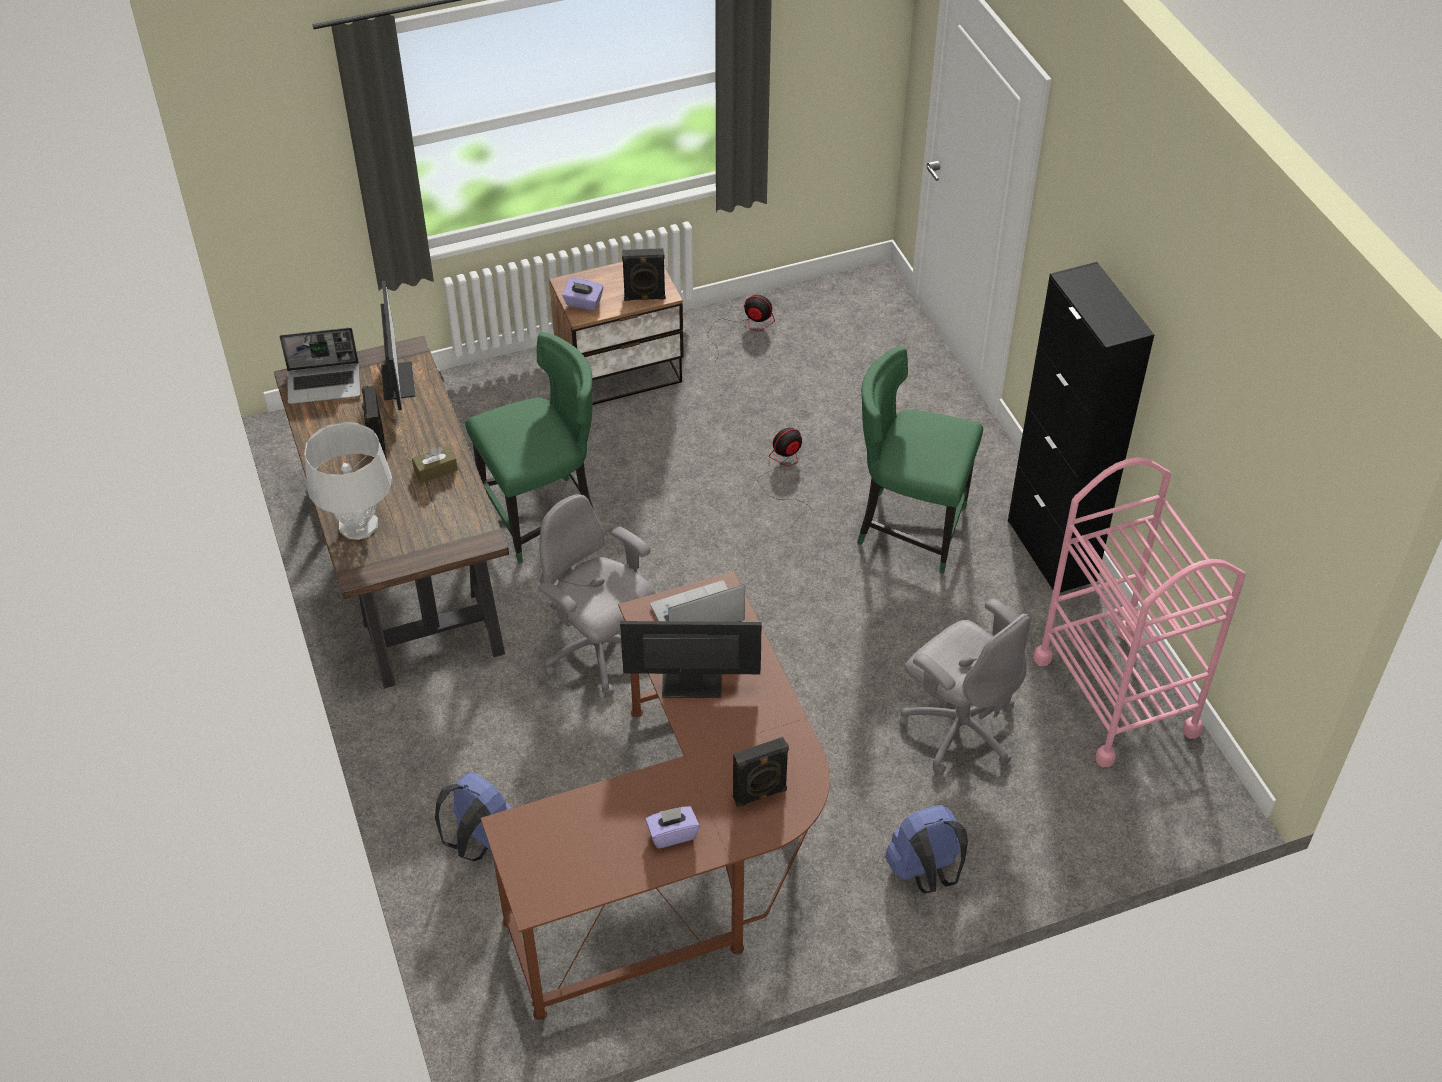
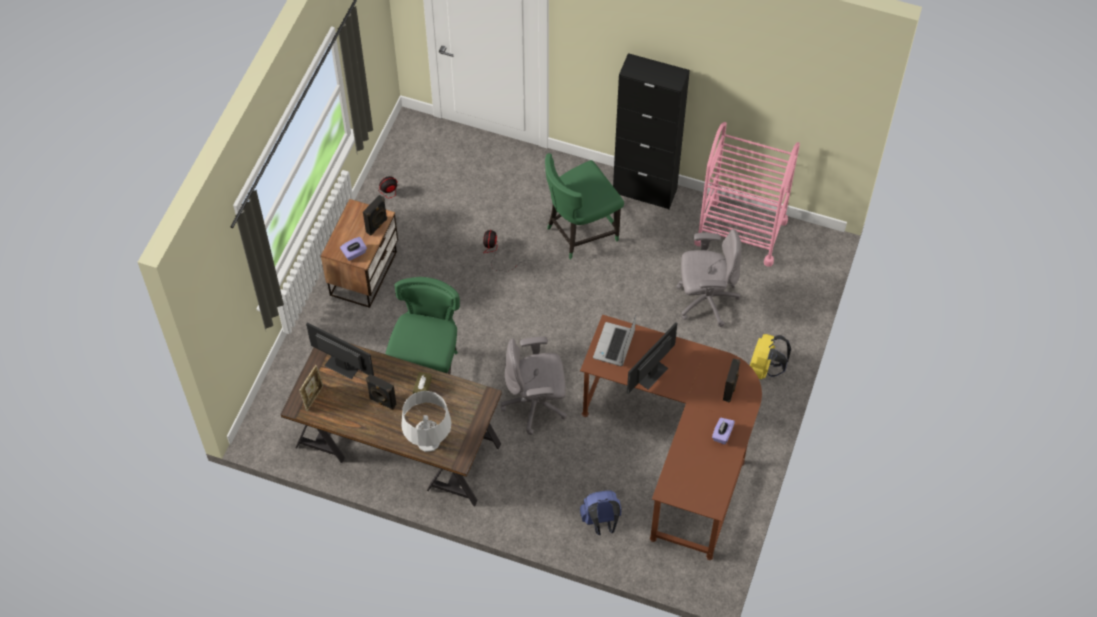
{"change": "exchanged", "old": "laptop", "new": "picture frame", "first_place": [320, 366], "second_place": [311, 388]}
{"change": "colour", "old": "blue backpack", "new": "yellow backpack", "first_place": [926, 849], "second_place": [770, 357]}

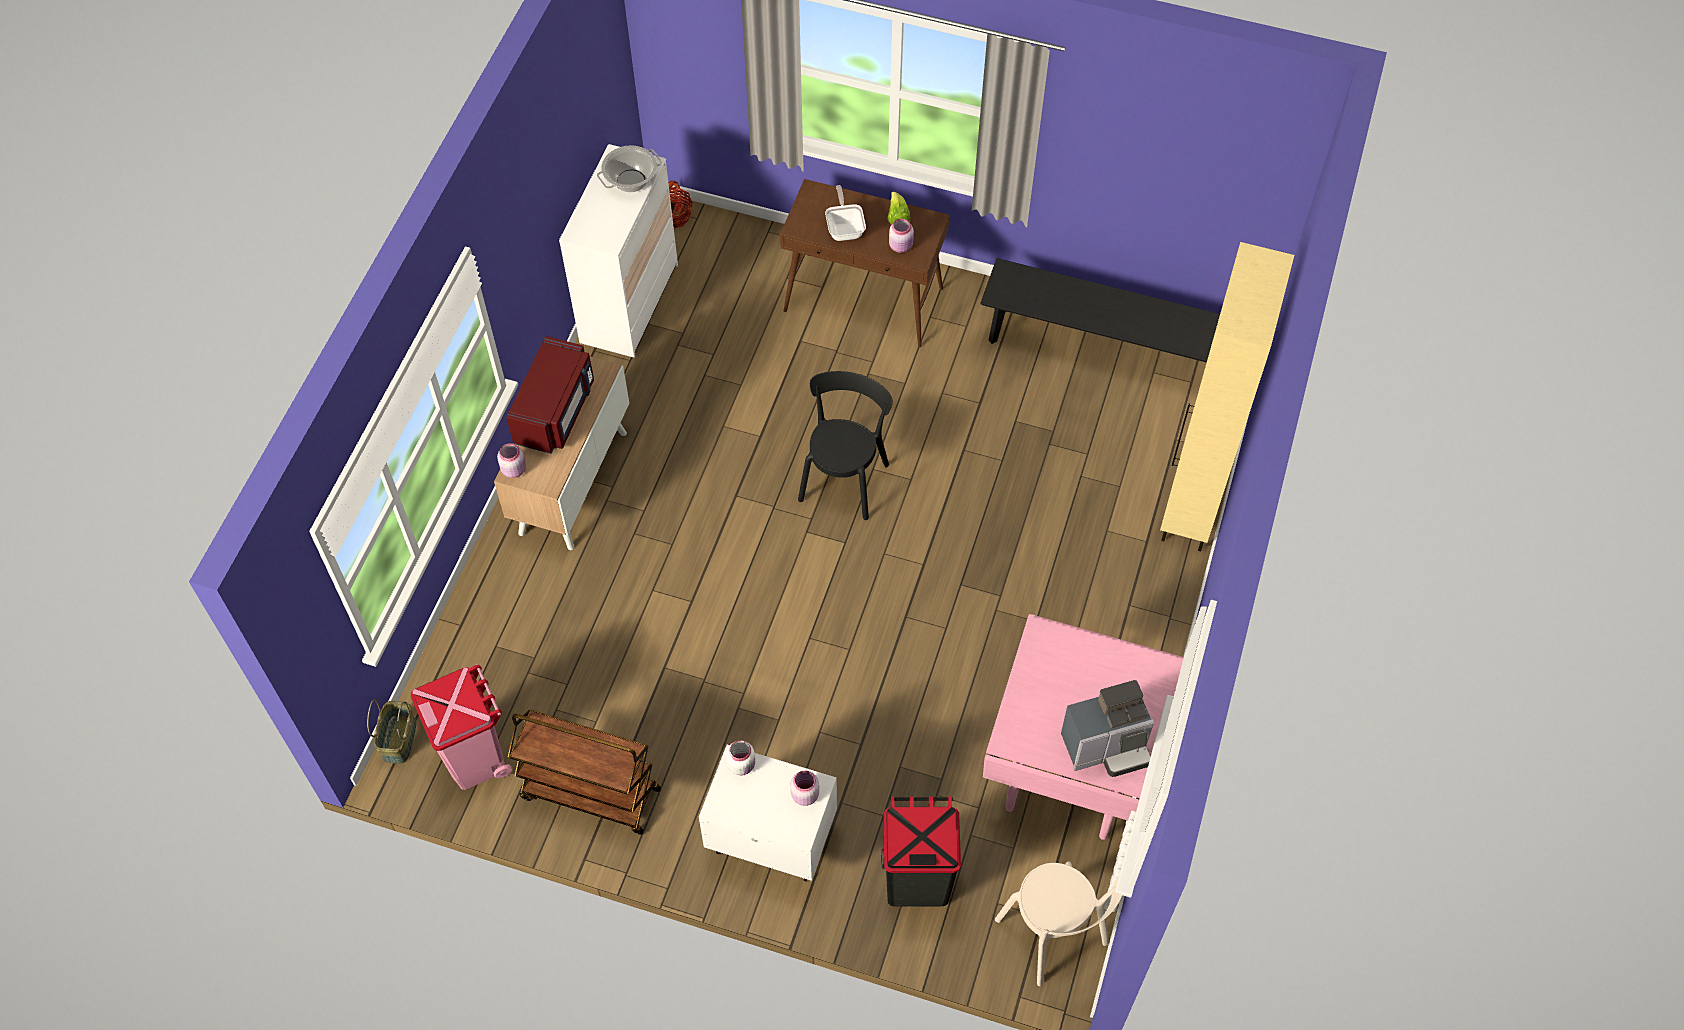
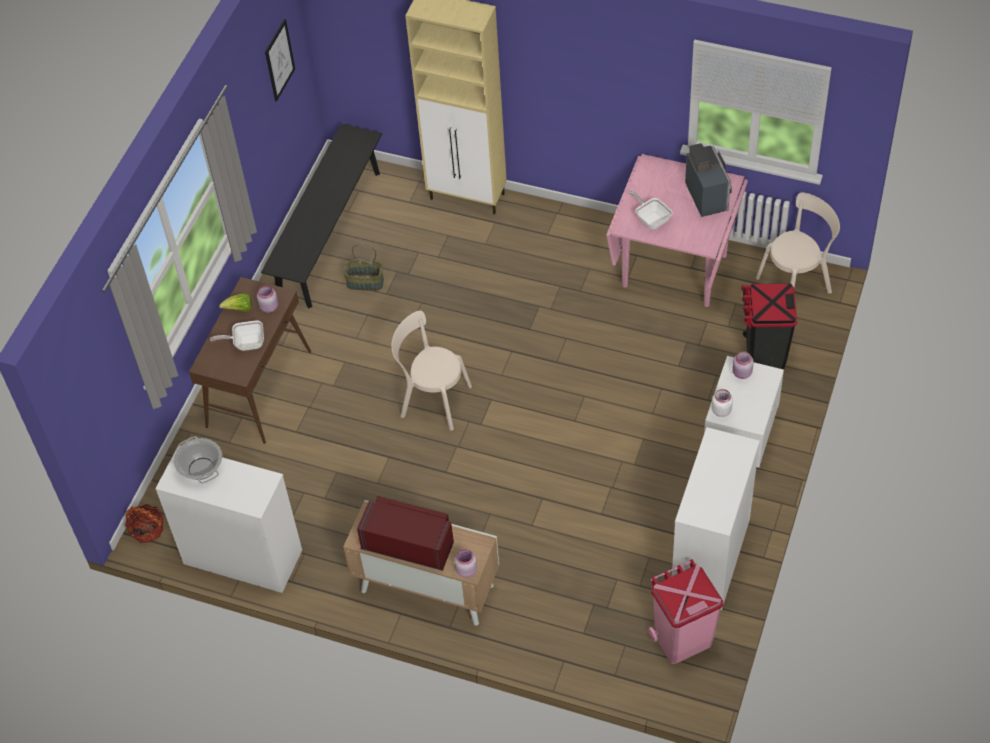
{"change": "relocated", "old": "basket", "first_place": [391, 731], "second_place": [364, 267]}
{"change": "exchanged", "old": "brown cart", "new": "white dresser", "first_place": [584, 772], "second_place": [716, 518]}
{"change": "colour", "old": "black chair", "new": "beige chair", "first_place": [845, 445], "second_place": [431, 371]}
{"change": "appeared", "new": "picture", "second_place": [280, 60]}
{"change": "appeared", "new": "frying pan", "second_place": [651, 210]}

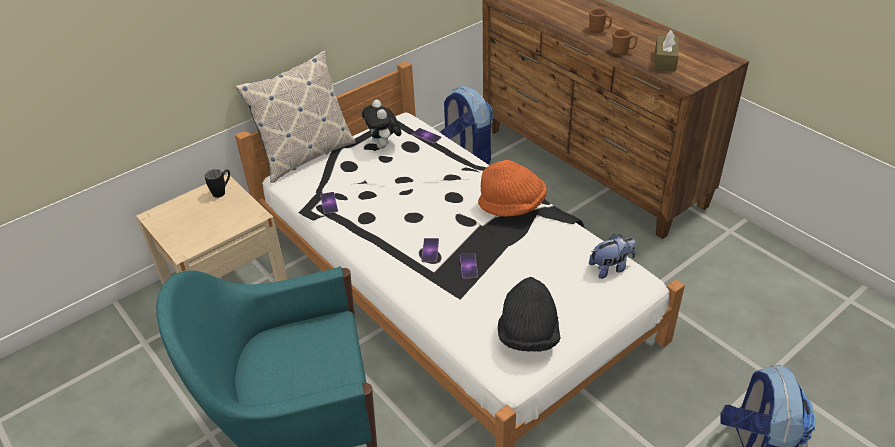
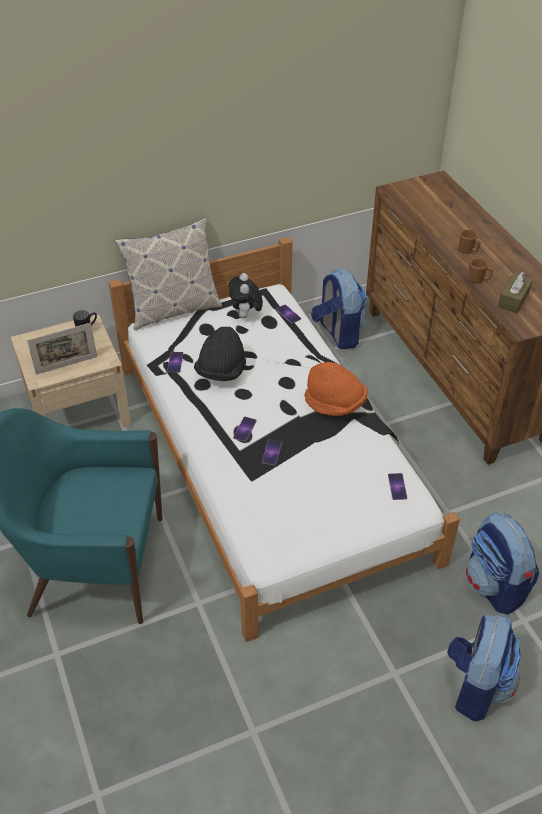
{"change": "relocated", "old": "black hat", "first_place": [529, 314], "second_place": [220, 354]}
{"change": "exchanged", "old": "plush toy", "new": "phone", "first_place": [612, 256], "second_place": [397, 486]}
{"change": "appeared", "new": "picture frame", "second_place": [62, 349]}
{"change": "appeared", "new": "backpack", "second_place": [502, 564]}

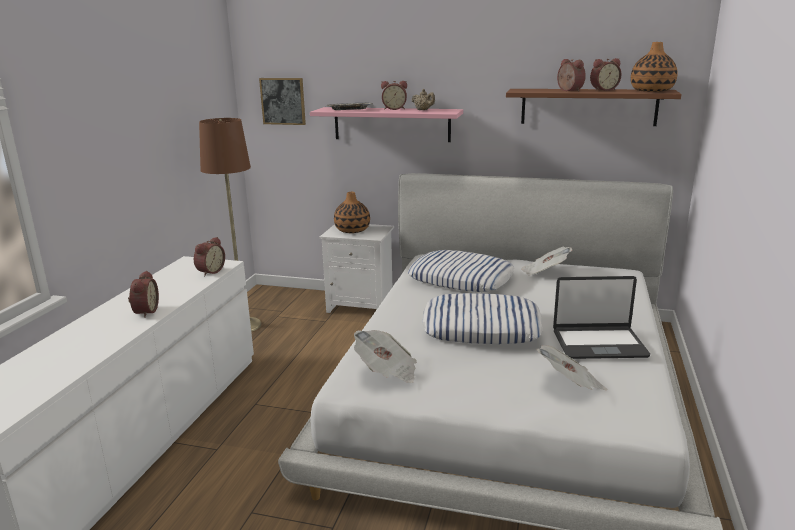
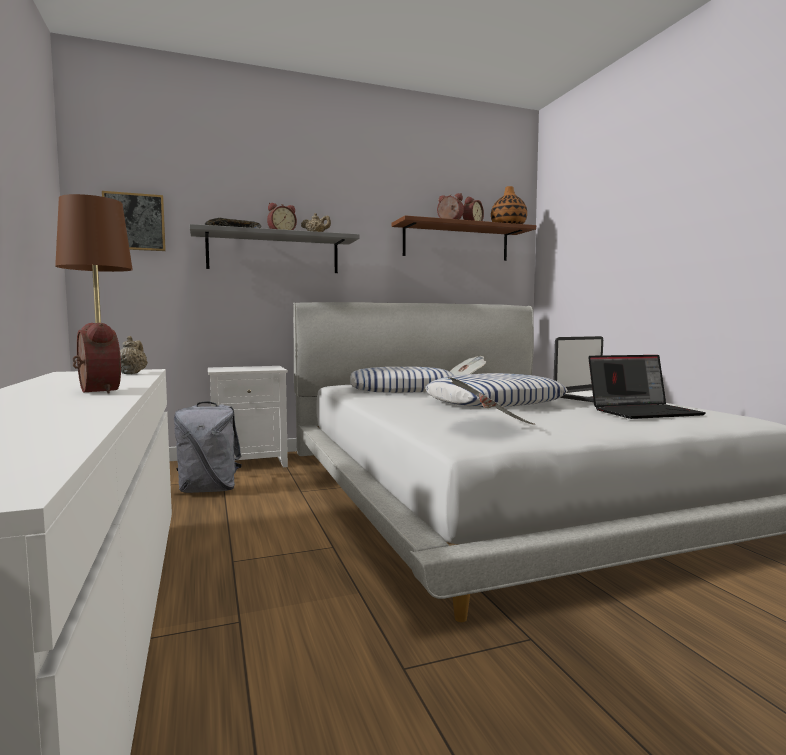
{"change": "exchanged", "old": "alarm clock", "new": "beige teapot", "first_place": [209, 256], "second_place": [134, 355]}
{"change": "colour", "old": "pink shelf", "new": "grey shelf", "first_place": [386, 124], "second_place": [274, 248]}
{"change": "missing", "old": "vase", "first_place": [352, 212]}
{"change": "exchanged", "old": "newspaper", "new": "laptop", "first_place": [571, 367], "second_place": [647, 387]}
{"change": "appeared", "new": "grey backpack", "second_place": [208, 447]}

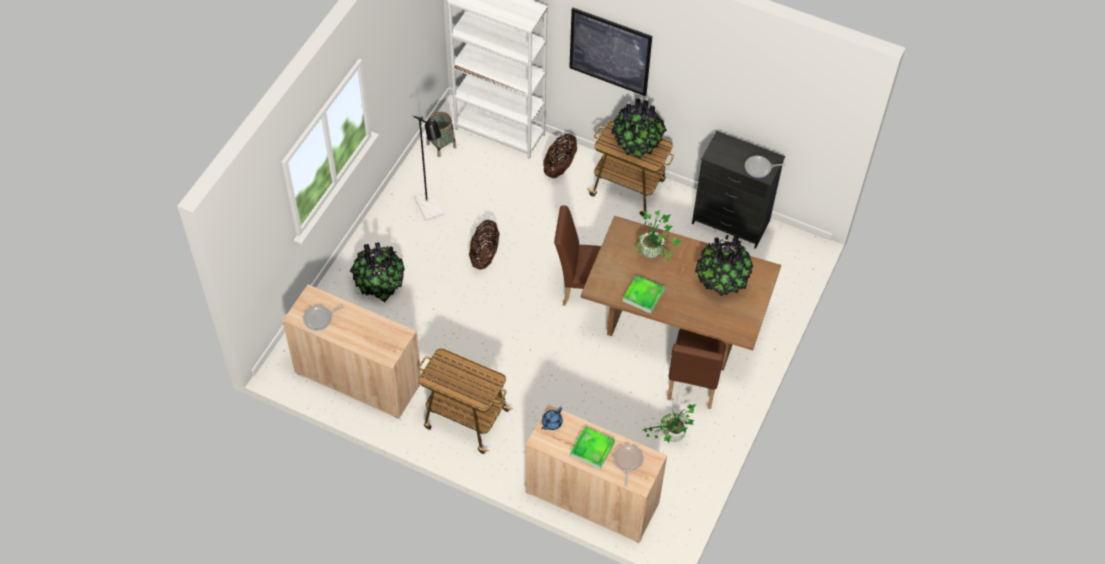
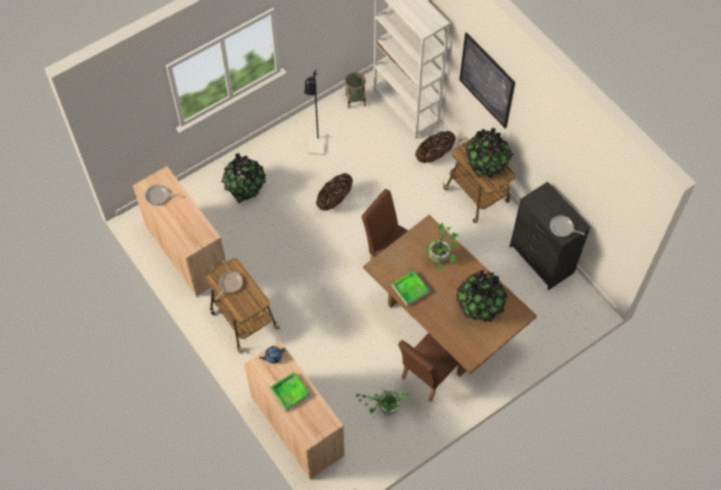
{"change": "relocated", "old": "frying pan", "first_place": [628, 465], "second_place": [229, 285]}

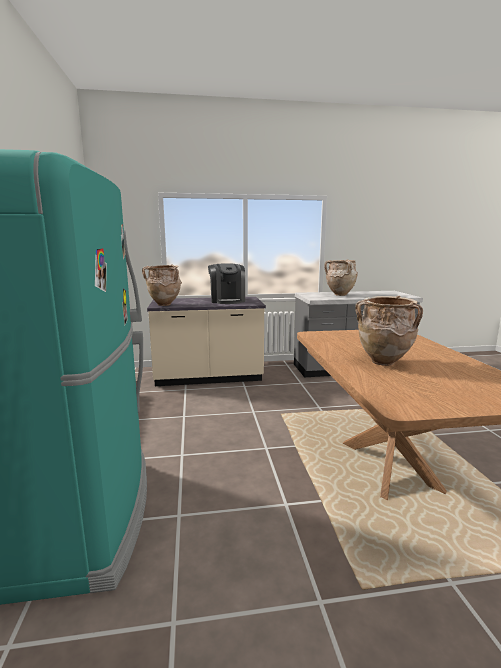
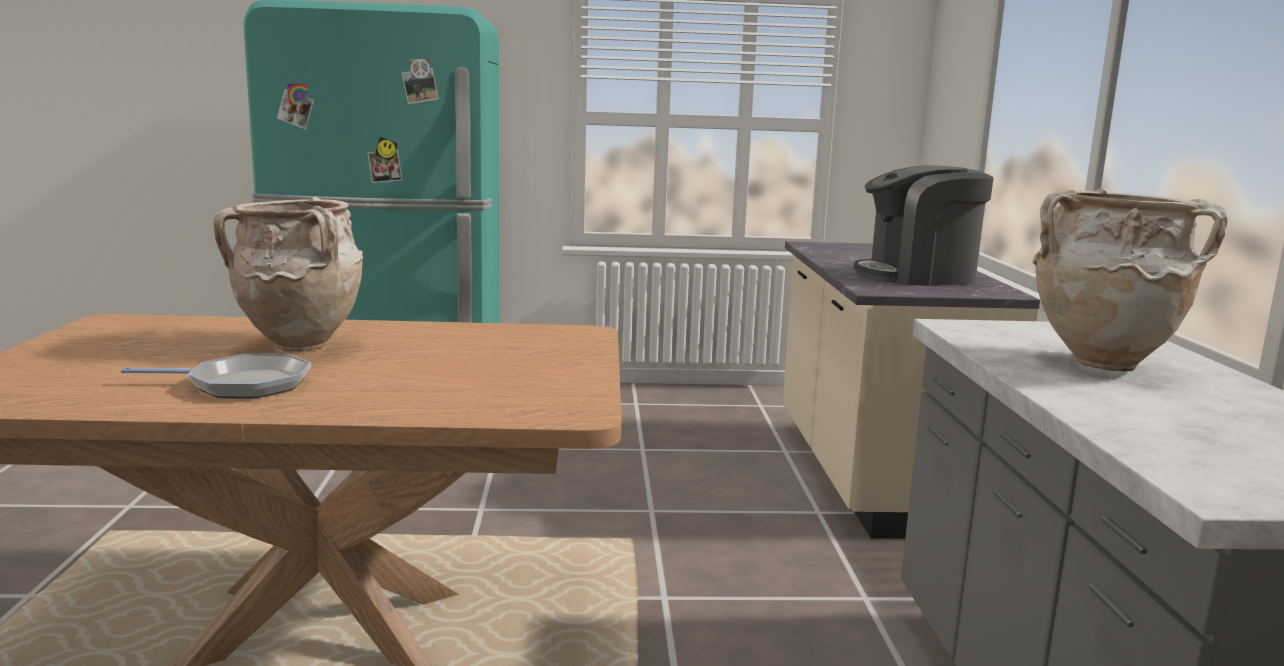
{"change": "missing", "old": "beige vase", "first_place": [162, 285]}
{"change": "appeared", "new": "frying pan", "second_place": [216, 376]}

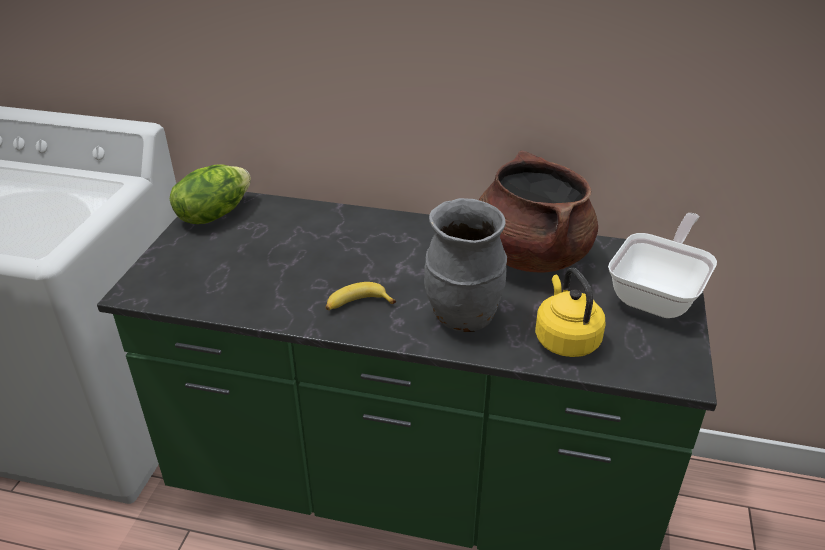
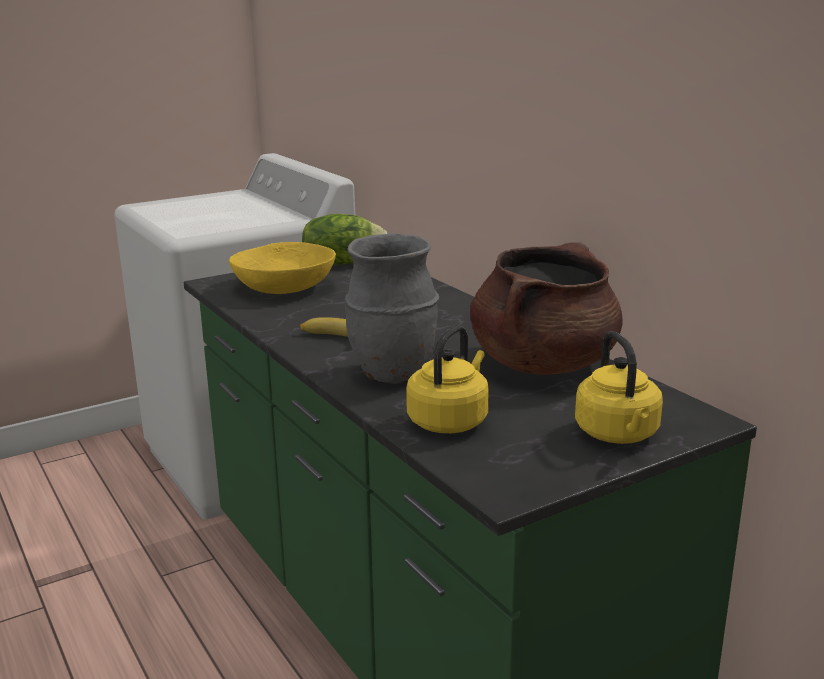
{"change": "exchanged", "old": "frying pan", "new": "yellow kettle", "first_place": [662, 265], "second_place": [619, 387]}
{"change": "appeared", "new": "yellow bowl", "second_place": [282, 268]}

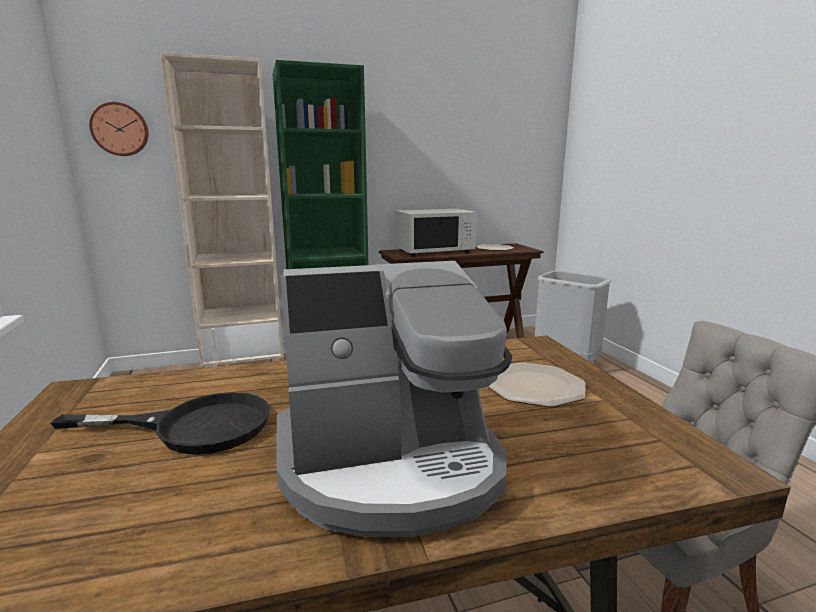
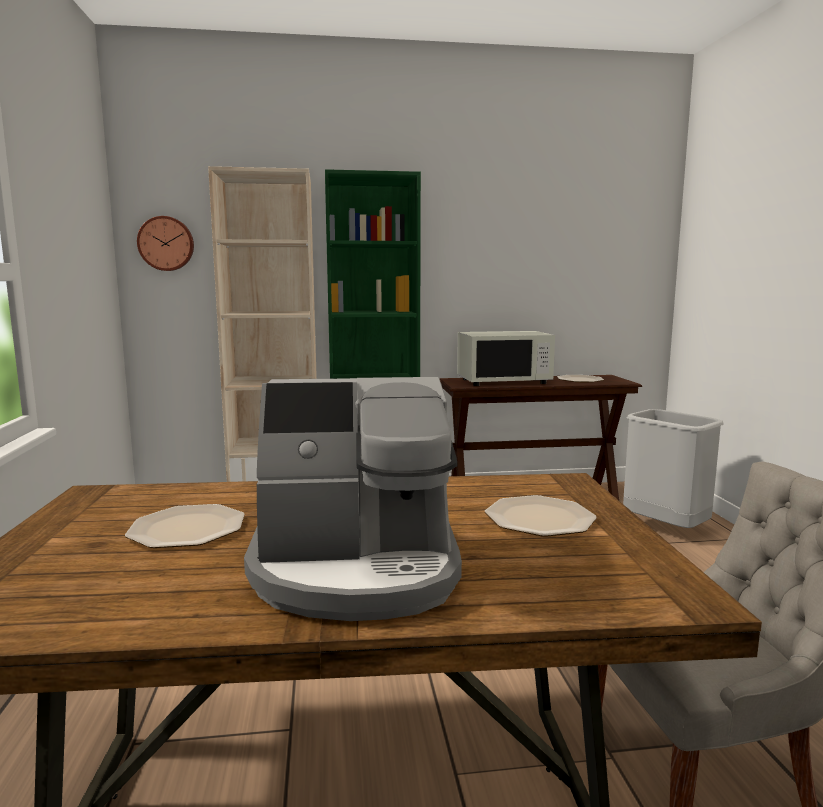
{"change": "exchanged", "old": "black frying pan", "new": "plate", "first_place": [160, 423], "second_place": [185, 526]}

